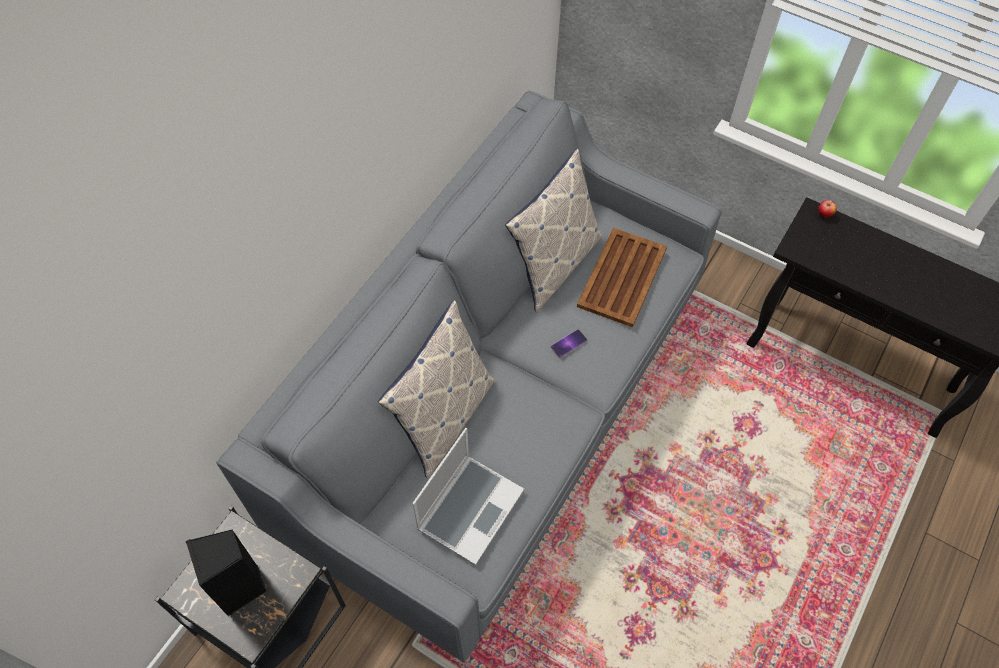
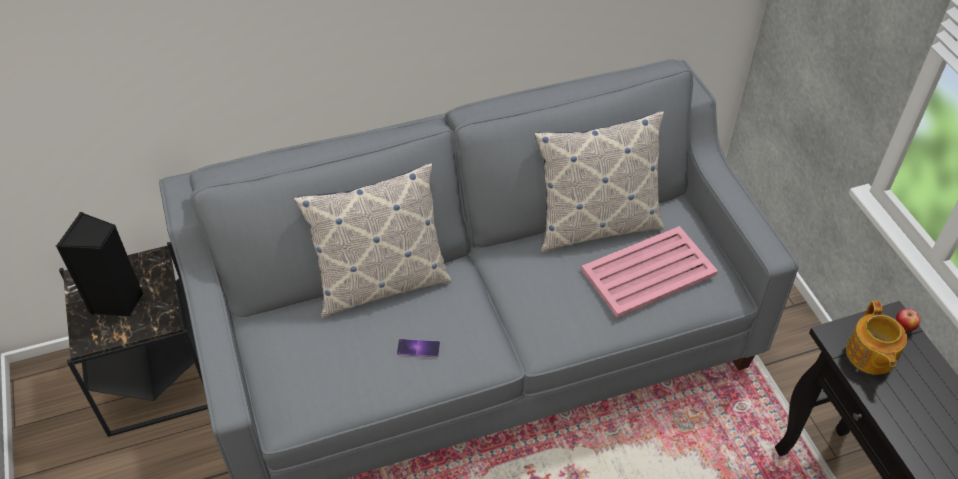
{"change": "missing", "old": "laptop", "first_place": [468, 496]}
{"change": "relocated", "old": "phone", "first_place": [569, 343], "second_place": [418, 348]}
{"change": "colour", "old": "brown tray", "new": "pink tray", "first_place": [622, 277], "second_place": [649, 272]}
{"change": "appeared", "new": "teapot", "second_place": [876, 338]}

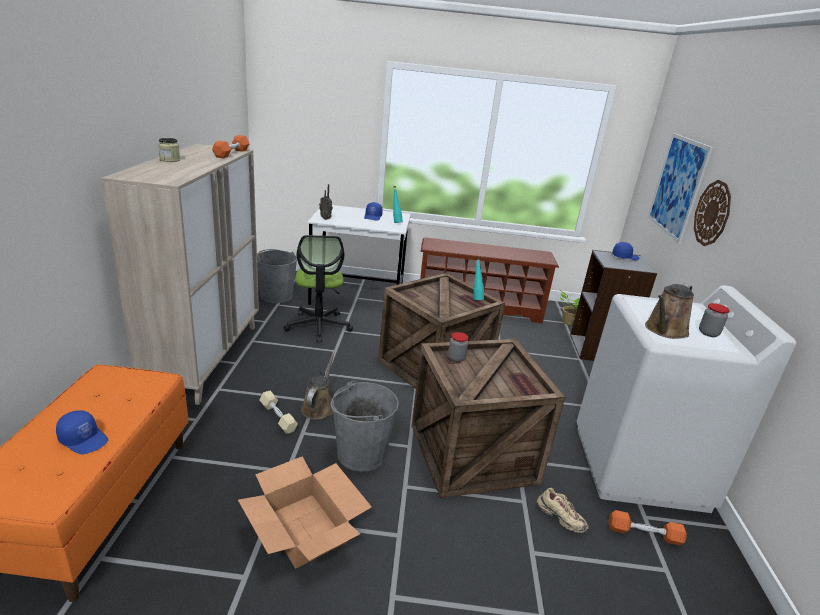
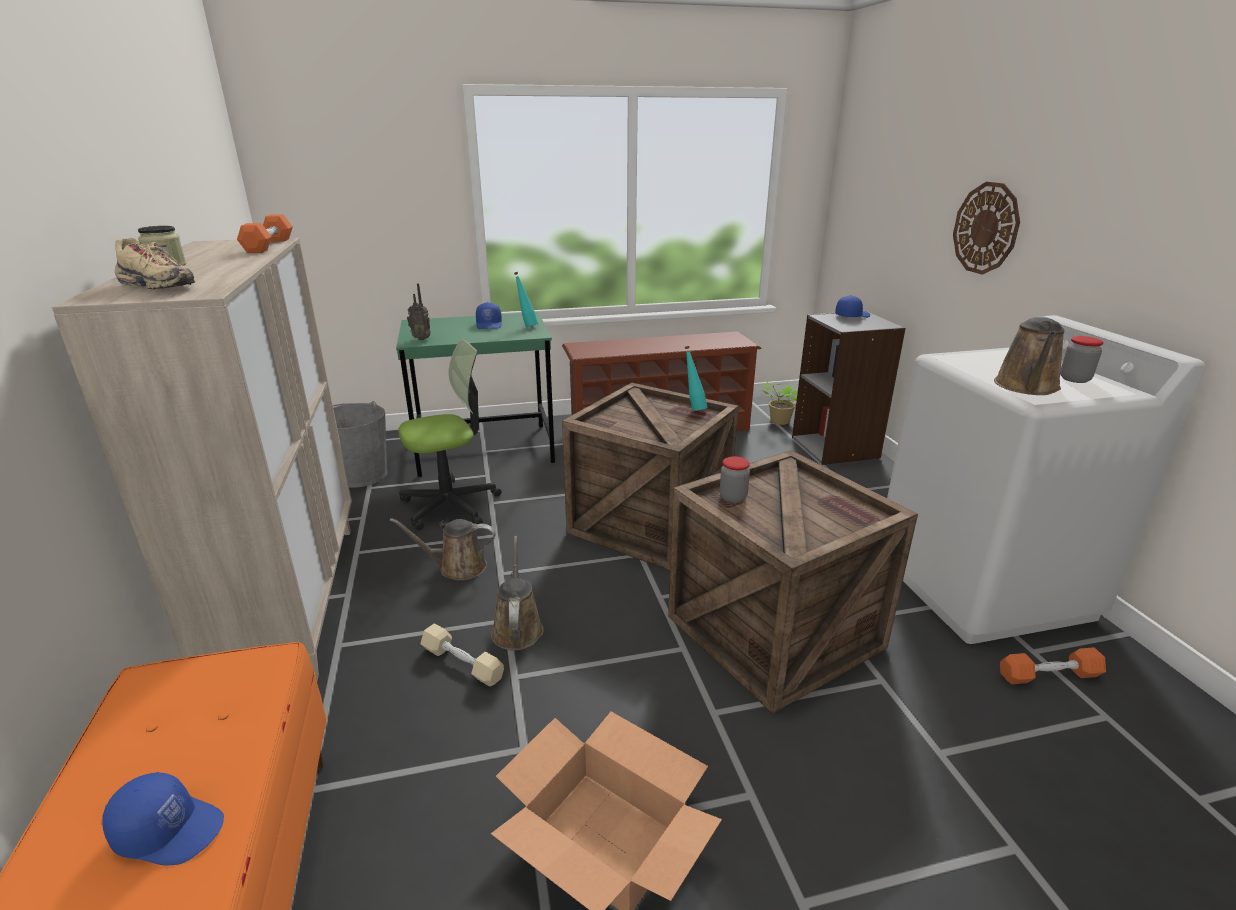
{"change": "spun", "old": "office chair", "first_place": [318, 288], "second_place": [449, 434], "degrees": -90}
{"change": "colour", "old": "white desk", "new": "green desk", "first_place": [359, 255], "second_place": [475, 394]}
{"change": "missing", "old": "grey bucket", "first_place": [365, 426]}
{"change": "relocated", "old": "beige shoe", "first_place": [563, 510], "second_place": [155, 264]}
{"change": "missing", "old": "picture", "first_place": [680, 188]}
{"change": "appeared", "new": "brown watering can", "second_place": [442, 549]}

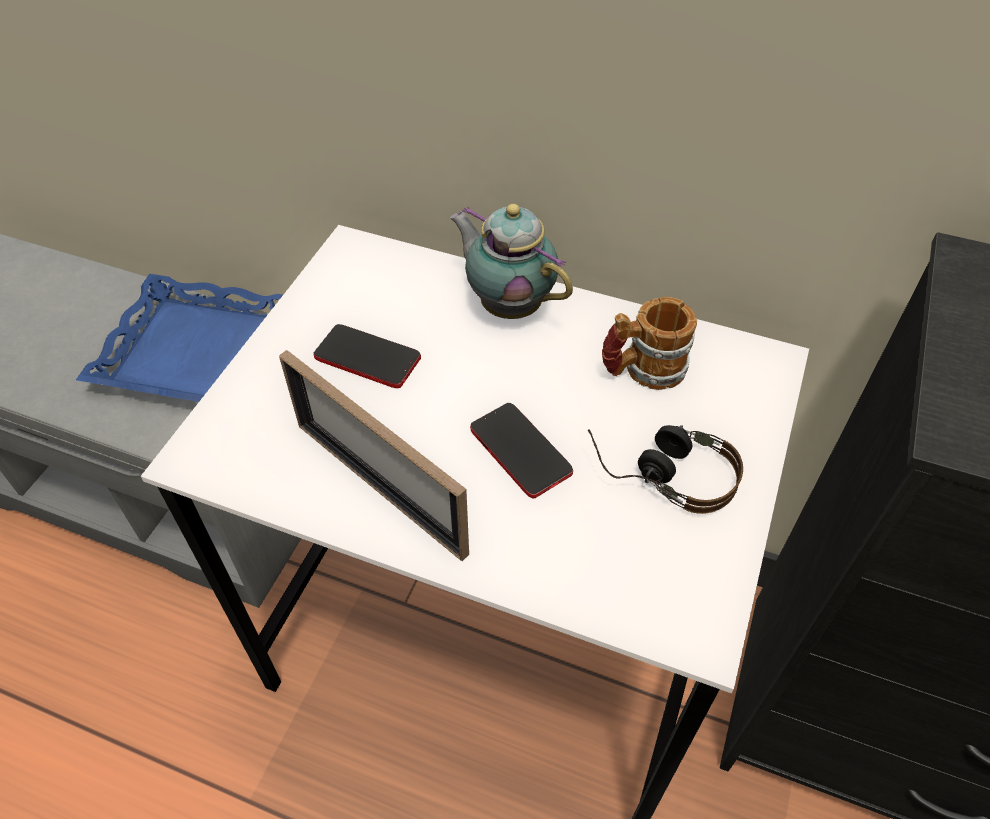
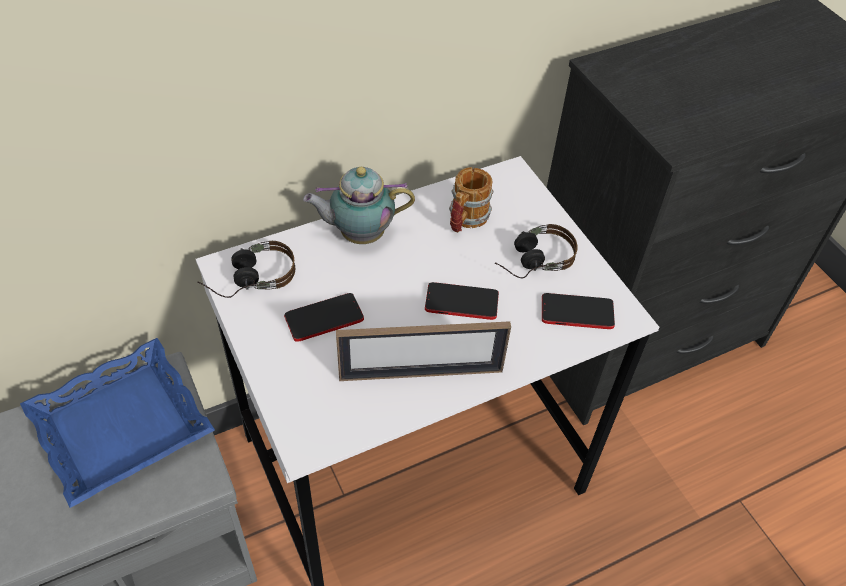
{"change": "appeared", "new": "headphones", "second_place": [246, 269]}
{"change": "appeared", "new": "phone", "second_place": [578, 311]}

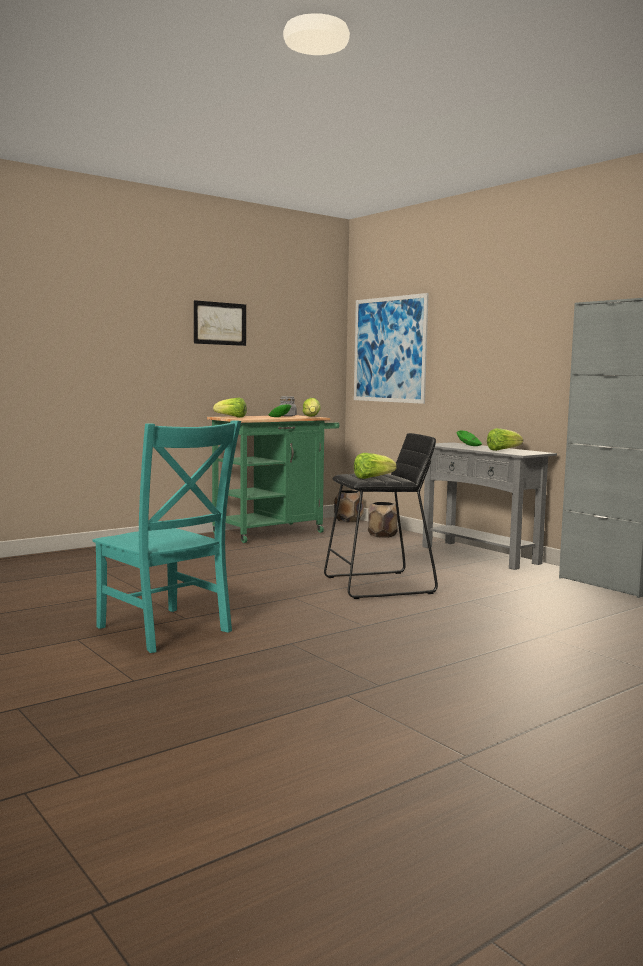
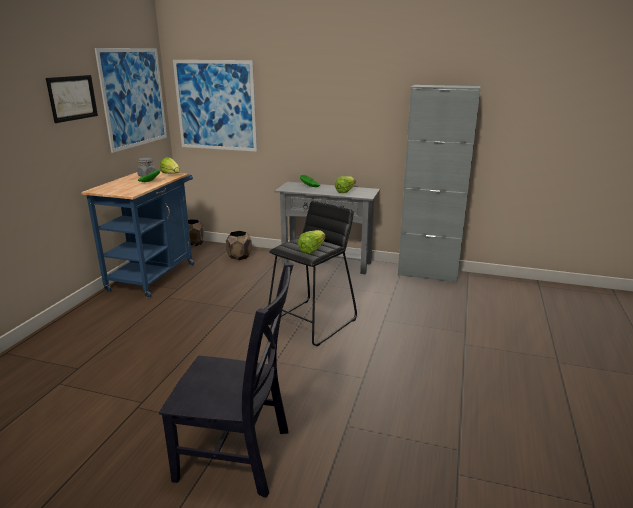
{"change": "colour", "old": "turquoise chair", "new": "black chair", "first_place": [166, 536], "second_place": [226, 380]}
{"change": "colour", "old": "green cart", "new": "blue cart", "first_place": [273, 479], "second_place": [137, 234]}
{"change": "missing", "old": "lettuce", "first_place": [230, 408]}
{"change": "appeared", "new": "picture", "second_place": [131, 100]}

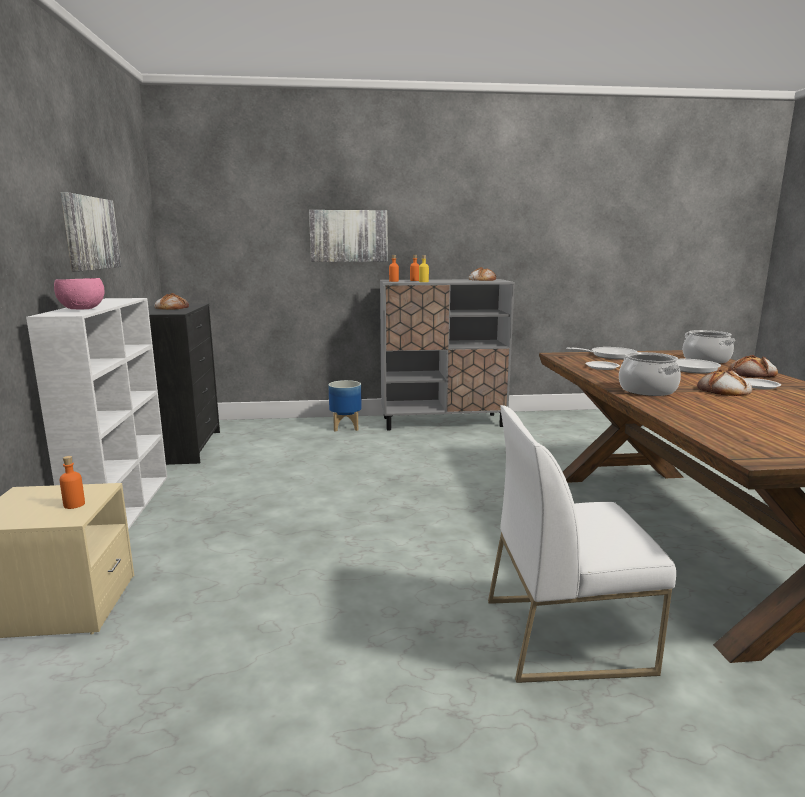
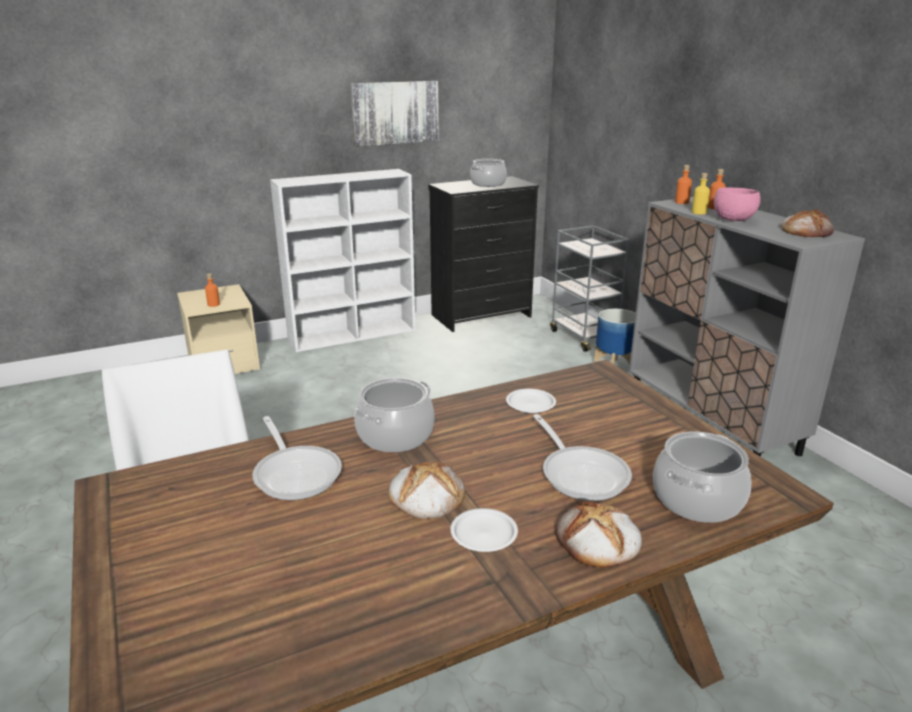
{"change": "relocated", "old": "pink bowl", "first_place": [79, 293], "second_place": [737, 204]}
{"change": "exchanged", "old": "bread", "new": "cooking pot", "first_place": [172, 301], "second_place": [488, 173]}
{"change": "missing", "old": "picture", "first_place": [348, 236]}
{"change": "relocated", "old": "frying pan", "first_place": [601, 353], "second_place": [297, 458]}
{"change": "appeared", "new": "grey cart", "second_place": [590, 288]}

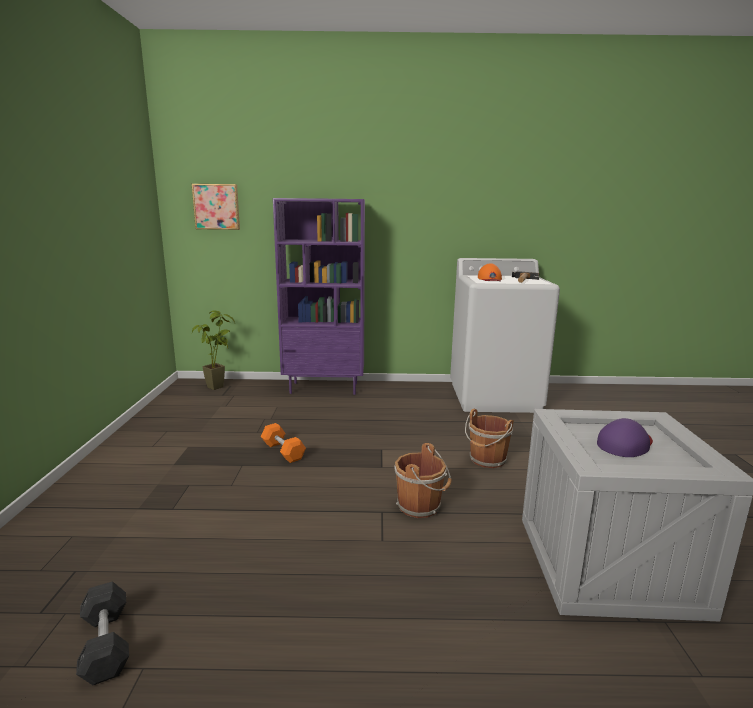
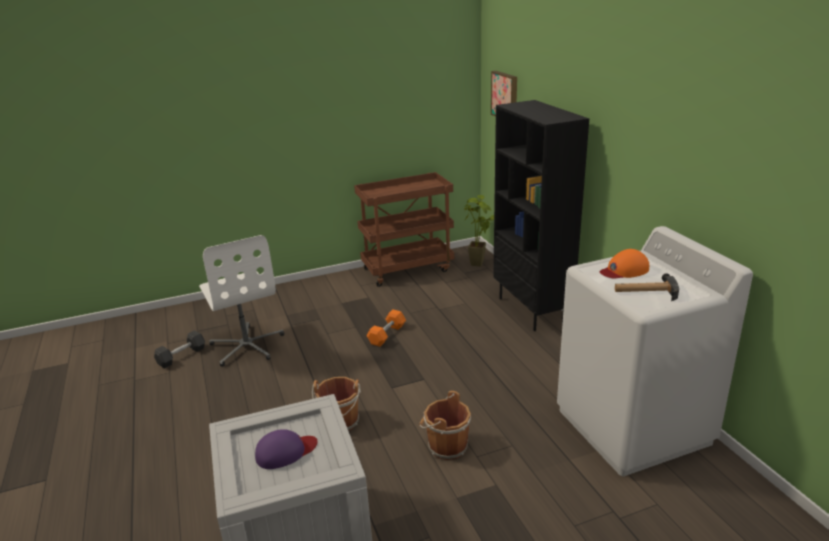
{"change": "colour", "old": "purple bookcase", "new": "black bookcase", "first_place": [319, 296], "second_place": [541, 215]}
{"change": "spun", "old": "purple cap", "first_place": [625, 437], "second_place": [286, 449], "degrees": -60}
{"change": "appeared", "new": "white office chair", "second_place": [241, 301]}
{"change": "appeared", "new": "brown cart", "second_place": [404, 229]}

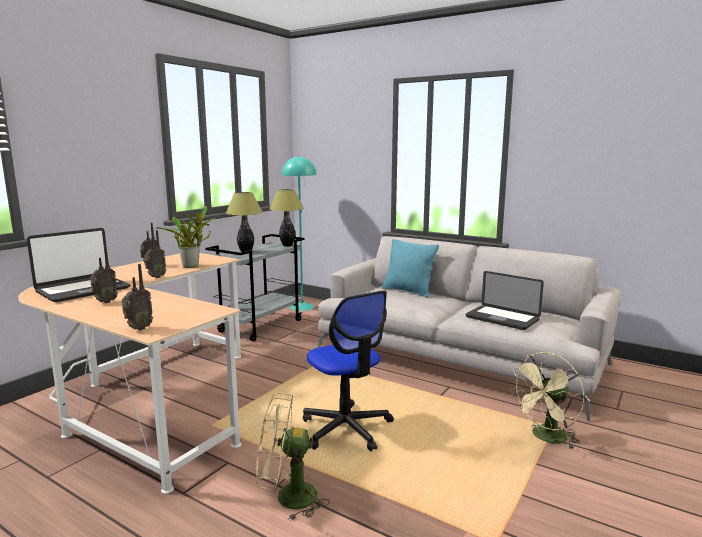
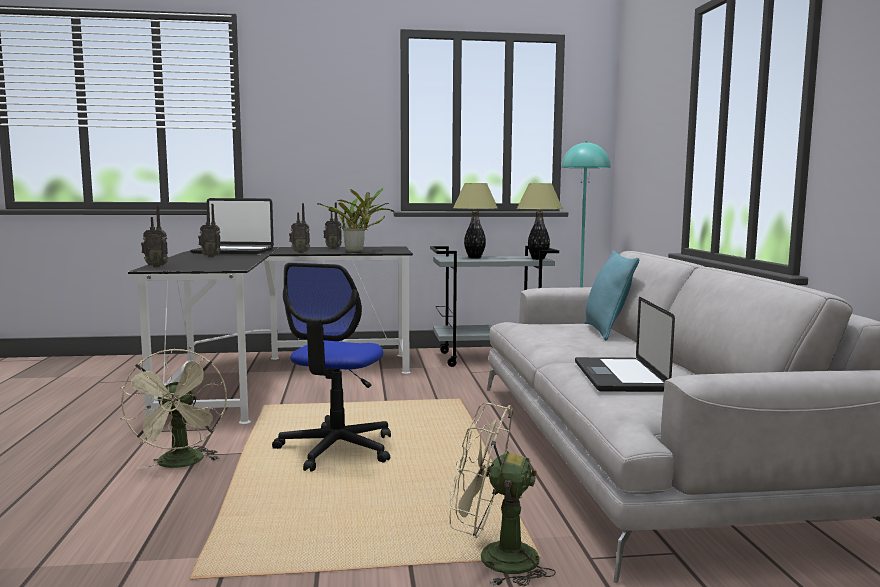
{"change": "colour", "old": "beige desk", "new": "black desk", "first_place": [129, 373], "second_place": [270, 335]}
{"change": "spun", "old": "beige fan", "first_place": [293, 457], "second_place": [173, 408], "degrees": -150}

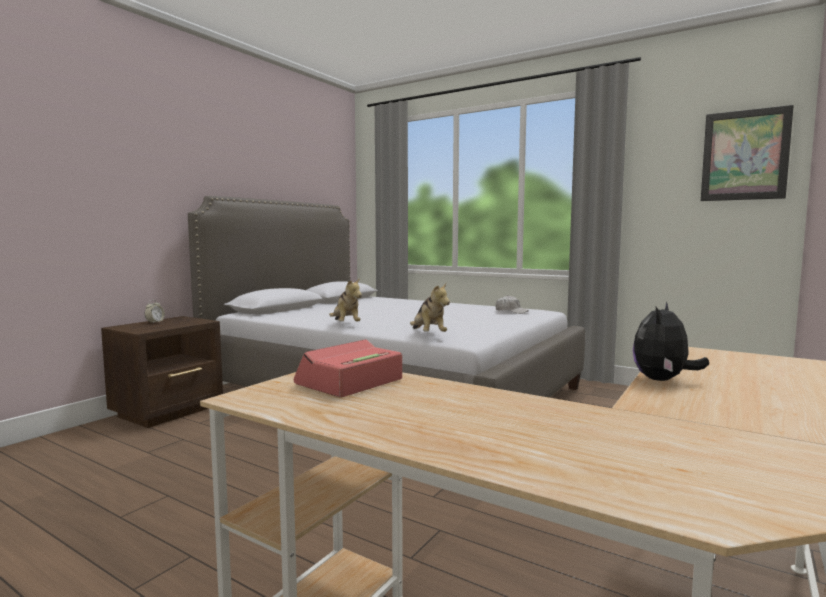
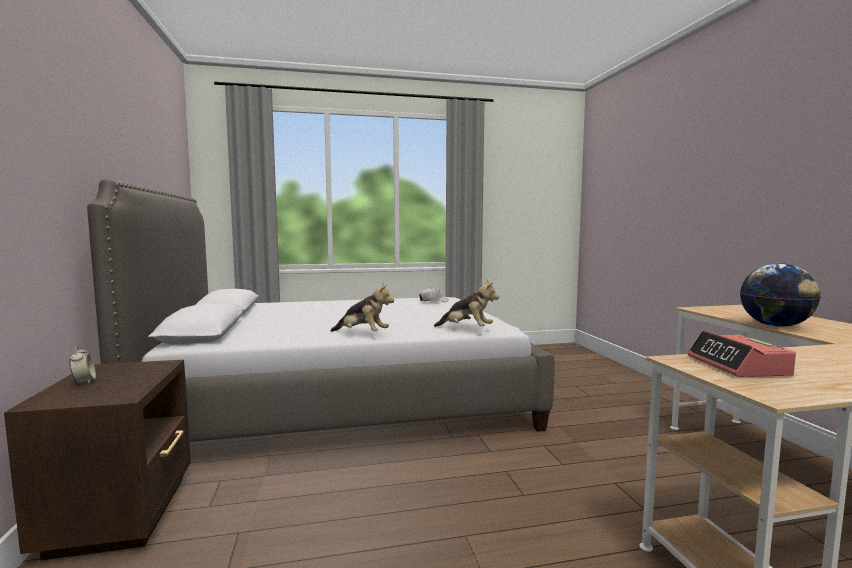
{"change": "exchanged", "old": "plush toy", "new": "globe", "first_place": [671, 341], "second_place": [780, 295]}
{"change": "missing", "old": "picture", "first_place": [747, 153]}

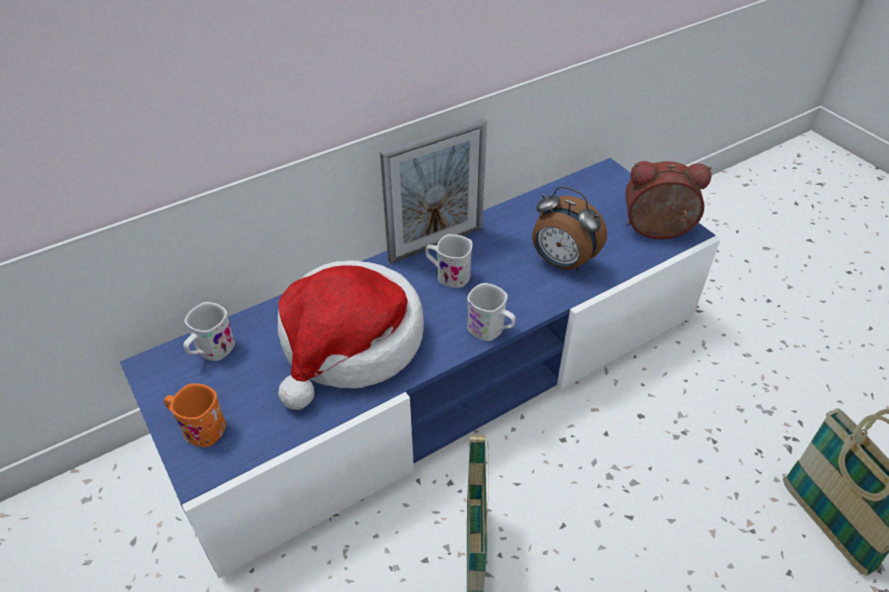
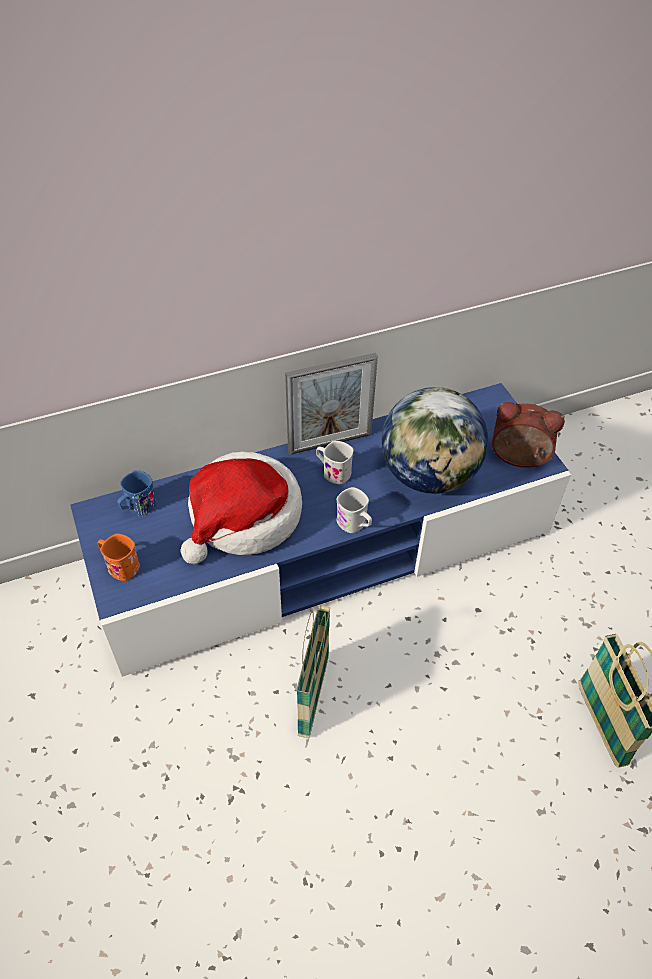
{"change": "colour", "old": "white mug", "new": "blue mug", "first_place": [209, 331], "second_place": [137, 493]}
{"change": "exchanged", "old": "alarm clock", "new": "globe", "first_place": [569, 229], "second_place": [434, 440]}

